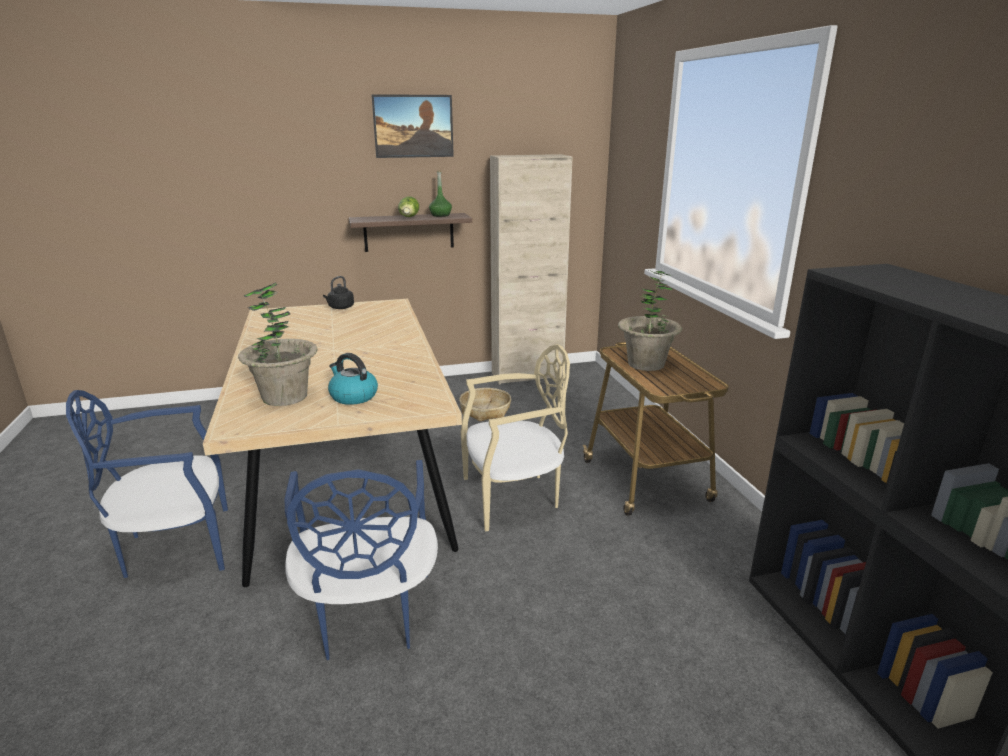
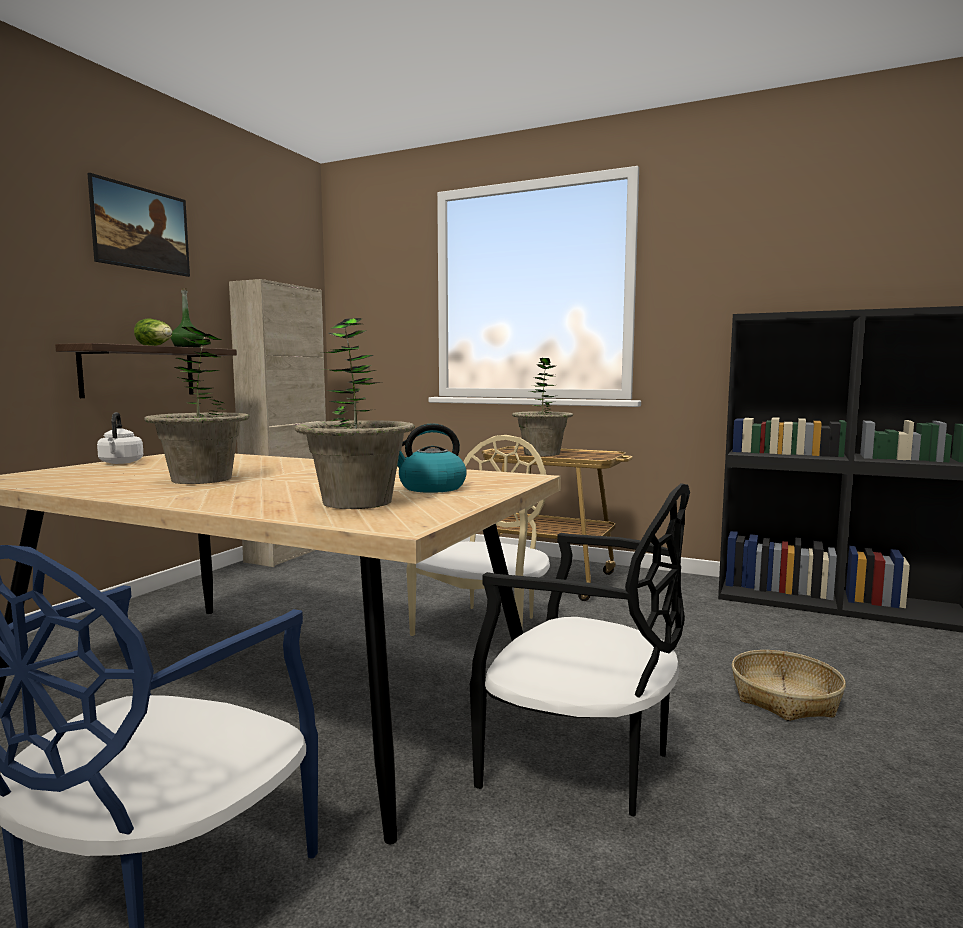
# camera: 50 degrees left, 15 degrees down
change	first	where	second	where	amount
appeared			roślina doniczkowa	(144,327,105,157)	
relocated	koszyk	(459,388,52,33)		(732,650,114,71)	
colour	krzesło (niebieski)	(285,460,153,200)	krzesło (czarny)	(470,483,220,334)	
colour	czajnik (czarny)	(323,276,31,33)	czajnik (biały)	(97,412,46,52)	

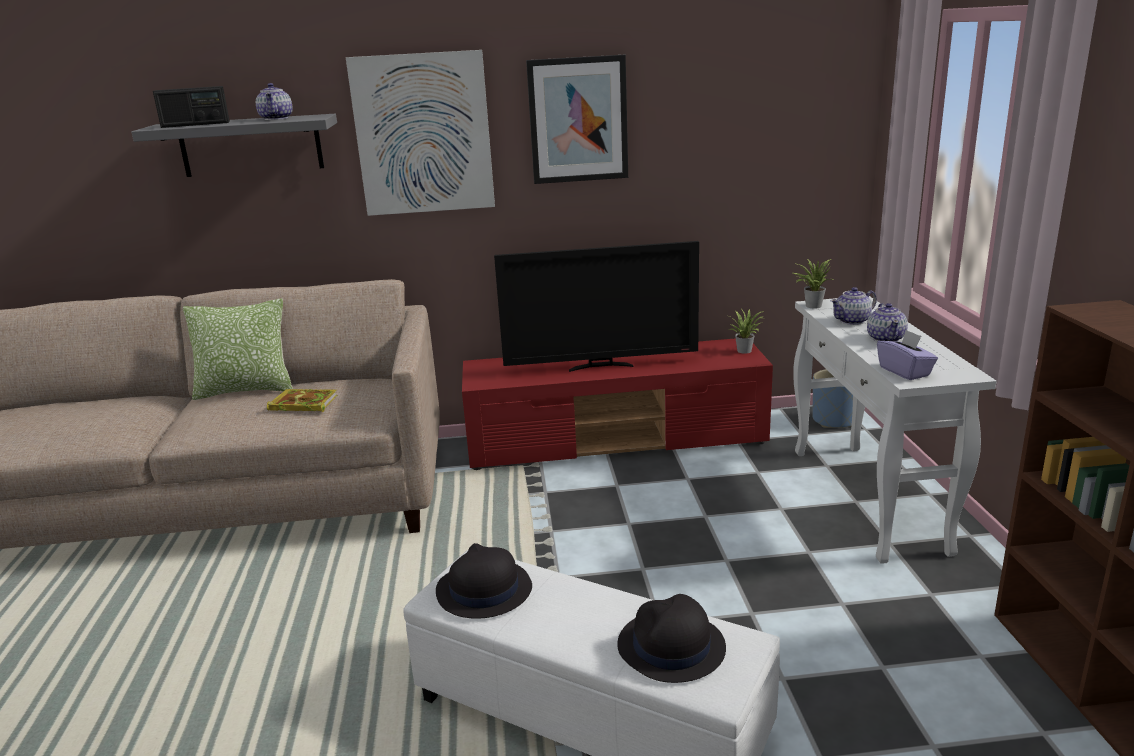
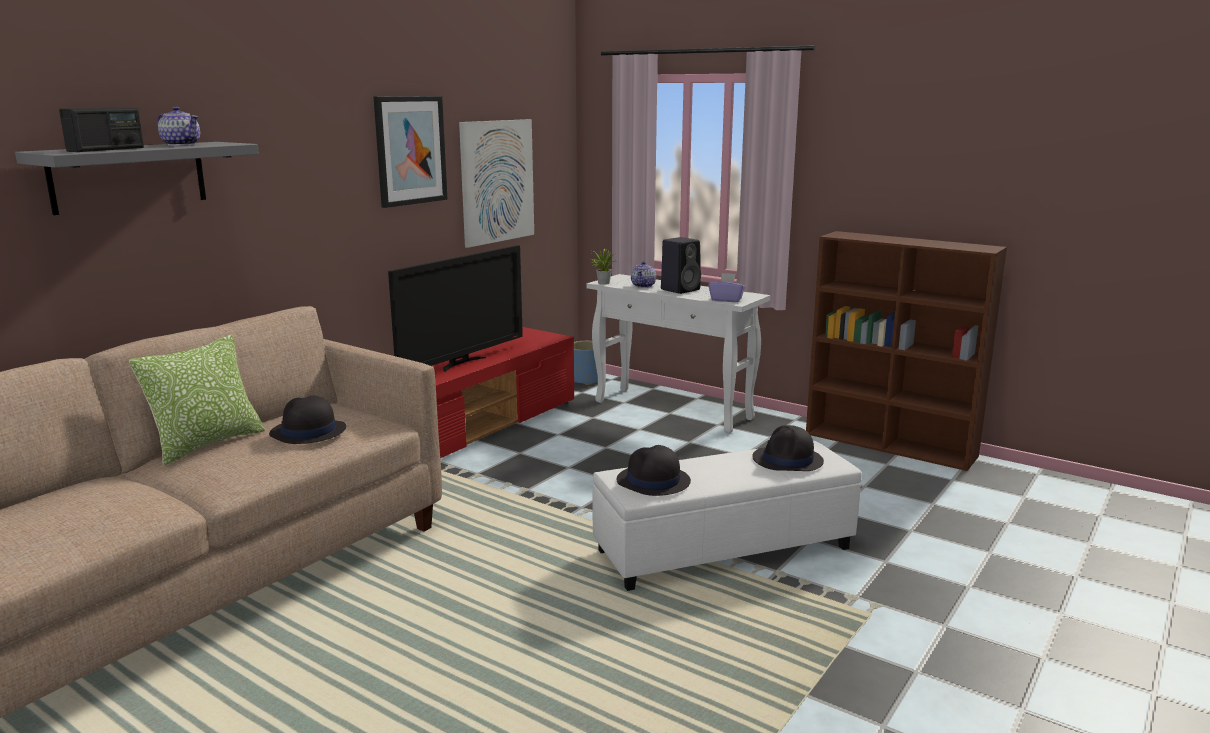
# camera: 50 degrees left, 5 degrees down
change	first	where	second	where	amount
missing	roślina doniczkowa	(726,309,38,45)			
relocated	obraz	(346,50,149,166)		(459,119,75,129)	
exchanged	książka	(267,389,71,23)	kapelusz (czarny)	(269,396,77,48)	
exchanged	imbryk	(867,303,41,39)	głośnik (czarny)	(661,237,40,57)	

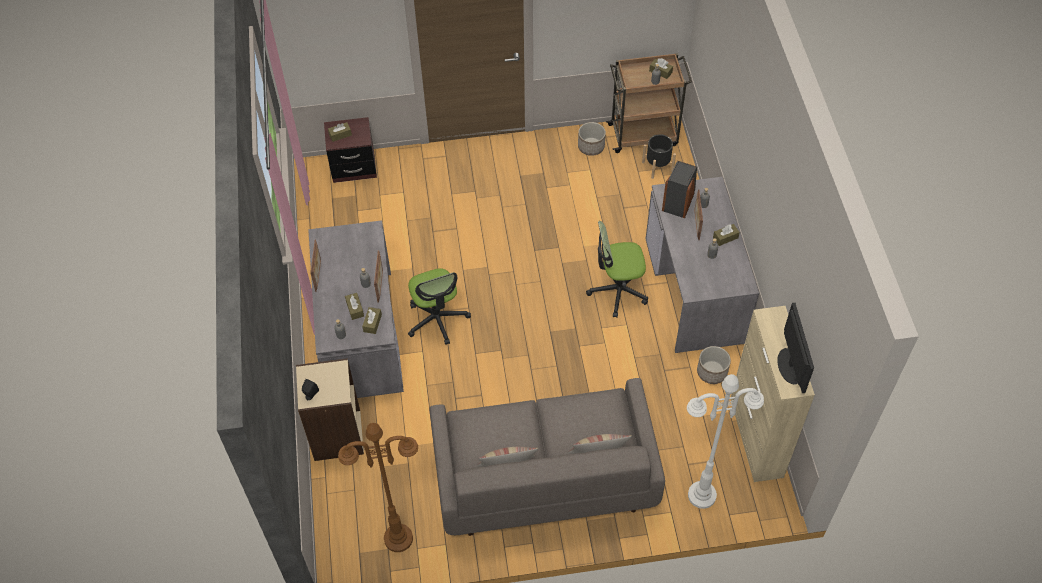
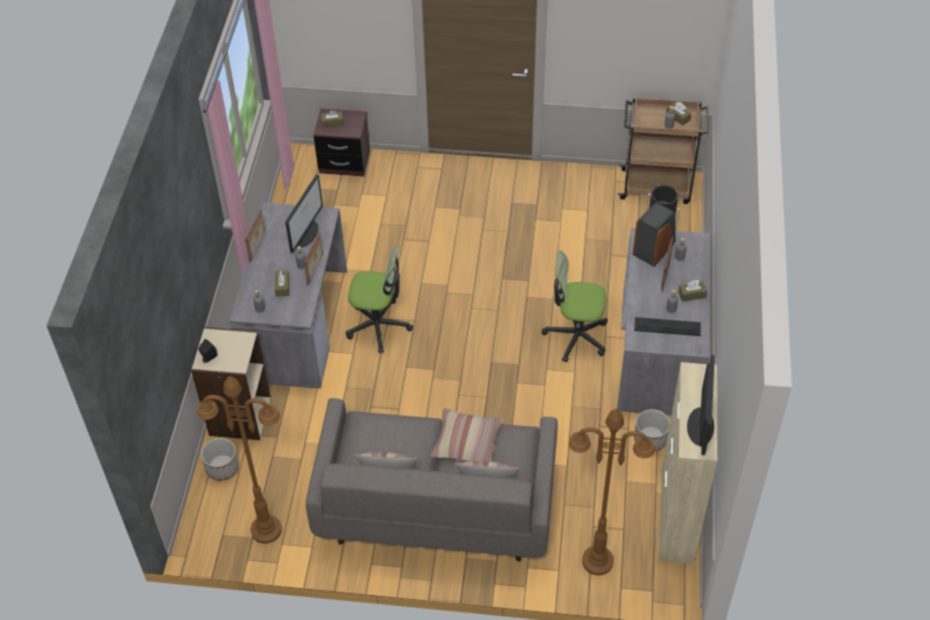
# camera: 15 degrees right, 5 degrees down
change	first	where	second	where	amount
missing	pudełko chusteczek (brązowy)	(362,307,20,27)			
appeared			monitor	(285,175,38,78)	
appeared			poduszka	(430,408,74,54)	
appeared			klawiatura	(634,317,67,19)	
relocated	donica	(578,122,28,34)		(201,438,38,43)	
colour	lampa stojąca (biały)	(687,374,77,135)	lampa stojąca (brązowy)	(569,409,86,166)	
spun	krzesło biurowe	(408,268,63,77)		(346,244,67,109)	75 degrees counterclockwise

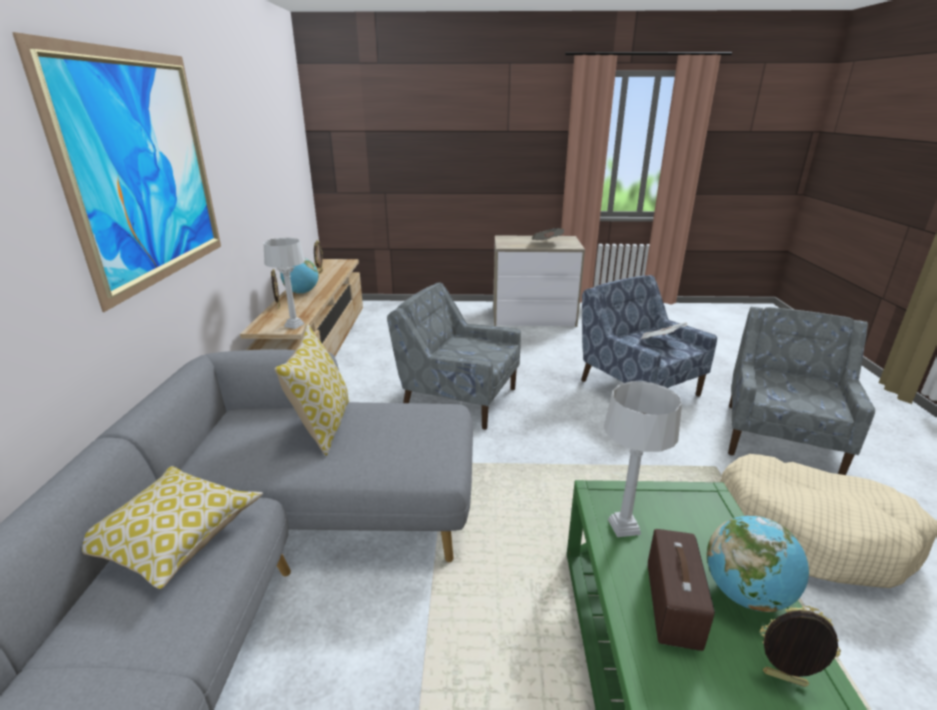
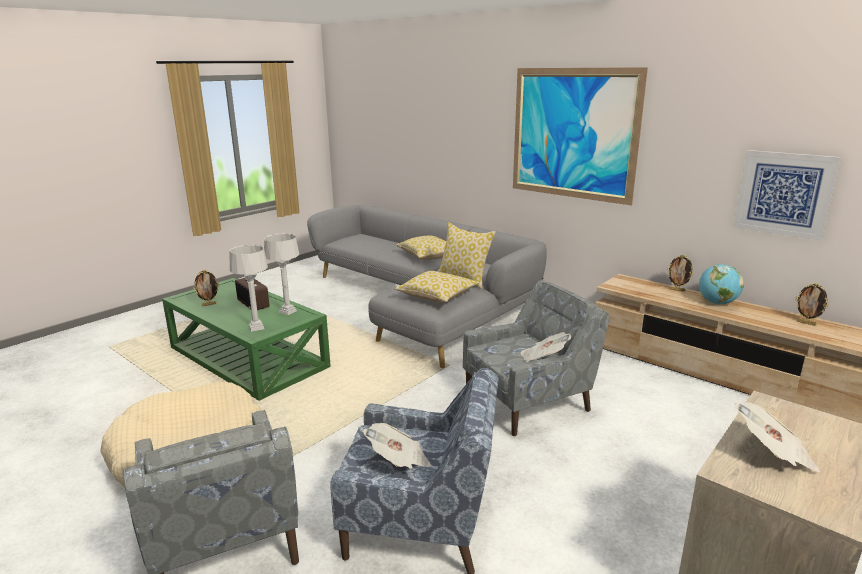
# camera: 130 degrees right, 5 degrees down
change	first	where	second	where	amount
missing	globus	(707,516,102,96)			
appeared			poduszka	(394,271,85,32)	
appeared			gazeta	(521,332,50,30)	
appeared			obraz	(733,150,108,91)	
relocated	lampa stołowa (szary)	(264,238,41,91)		(229,245,39,87)	

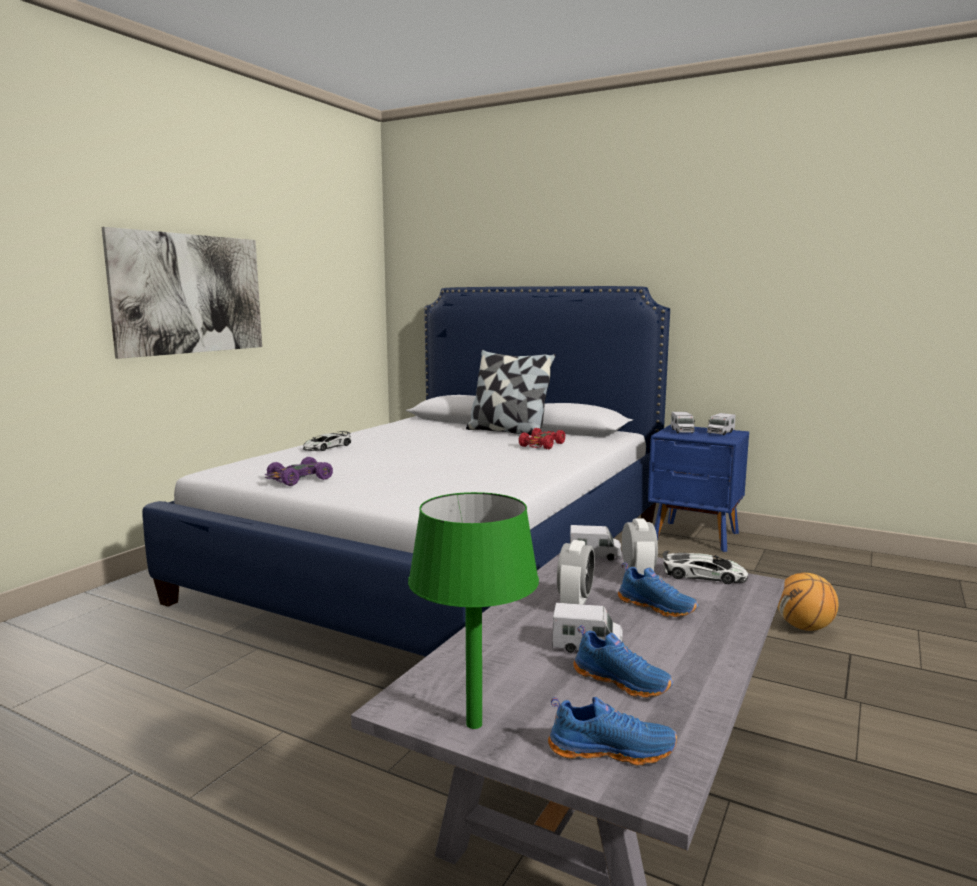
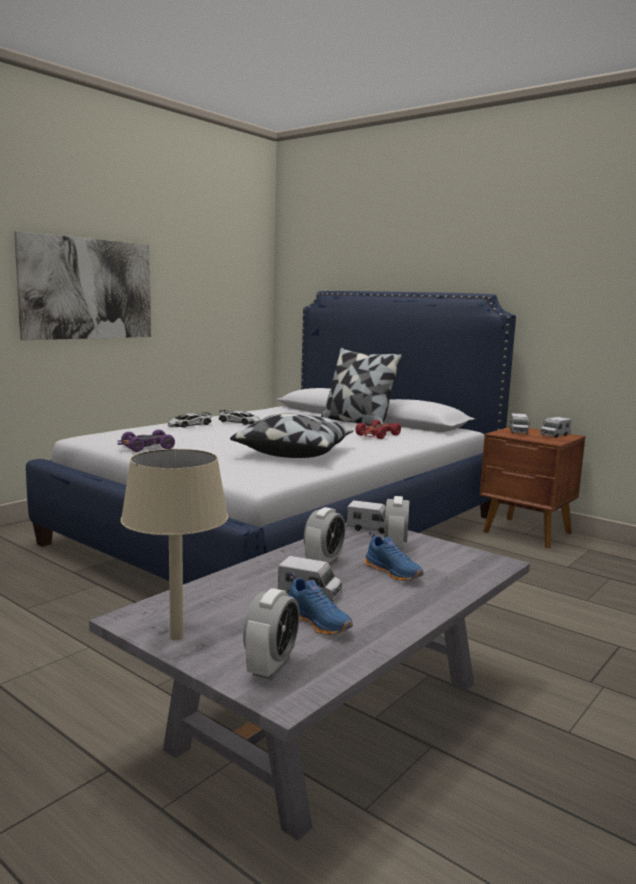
# camera: 10 degrees right, 0 degrees up
change	first	where	second	where	amount
missing	piłka do koszykówki	(778,573,61,58)			
appeared			poduszka	(230,414,123,44)	
relocated	samochodzik	(663,551,85,33)		(219,410,41,15)	
exchanged	but (niebieski)	(548,697,129,68)	budzik	(243,589,57,91)	
colour	lampa stołowa (zielony)	(408,492,131,237)	lampa stołowa (beżowy)	(121,449,107,191)	
colour	szafka nocna (niebieski)	(648,425,101,127)	szafka nocna (brązowy)	(480,427,105,121)	

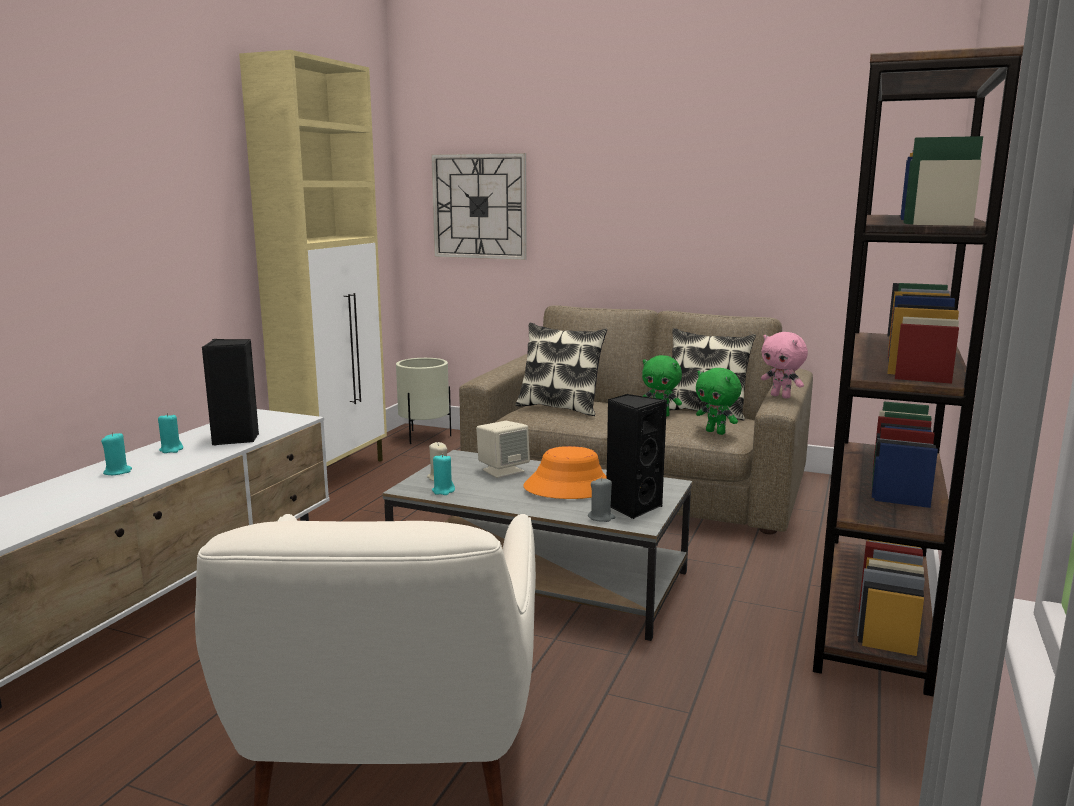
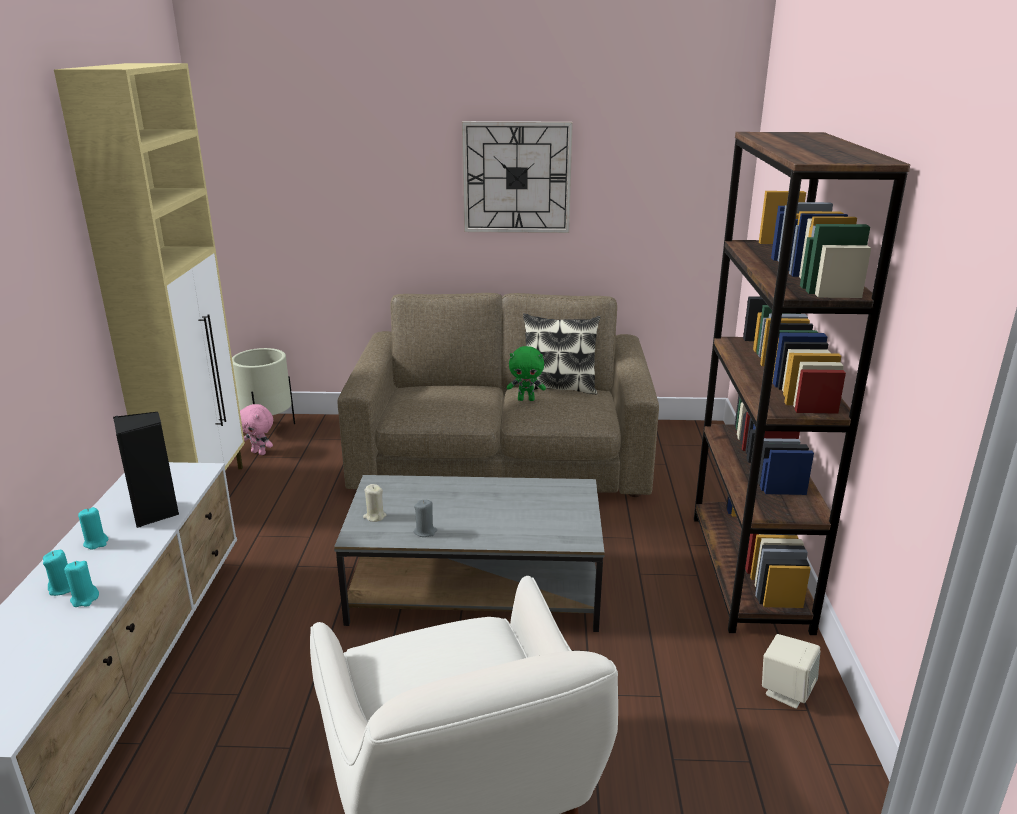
# camera: 20 degrees left, 10 degrees up
change	first	where	second	where	amount
missing	poduszka	(516,323,91,93)			
missing	kapelusz (pomarańczowy)	(523,446,84,53)			
missing	głośnik (czarny)	(606,394,61,125)			
missing	pluszak (zielony)	(696,368,46,67)			
relocated	zegar ścienny	(431,153,96,107)		(462,121,111,112)	
relocated	świeca (turkusowy)	(432,454,23,41)		(64,561,35,46)	
relocated	głośnik (beżowy)	(476,421,54,57)		(762,634,58,75)	
relocated	świeca (szary)	(588,478,27,44)		(414,500,23,37)	
relocated	pluszak (różowy)	(761,332,47,67)		(240,404,33,51)	

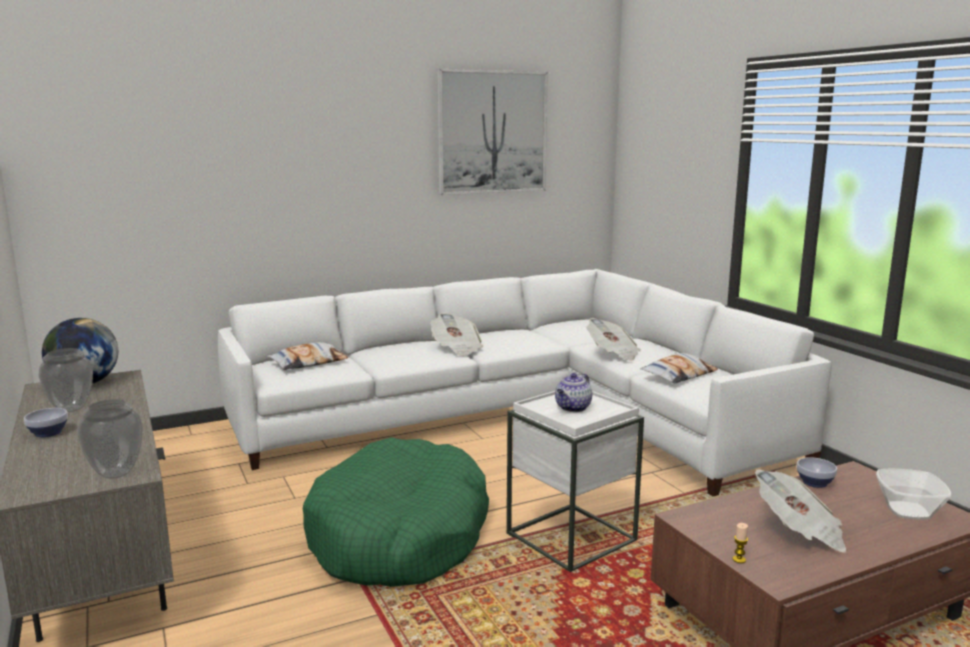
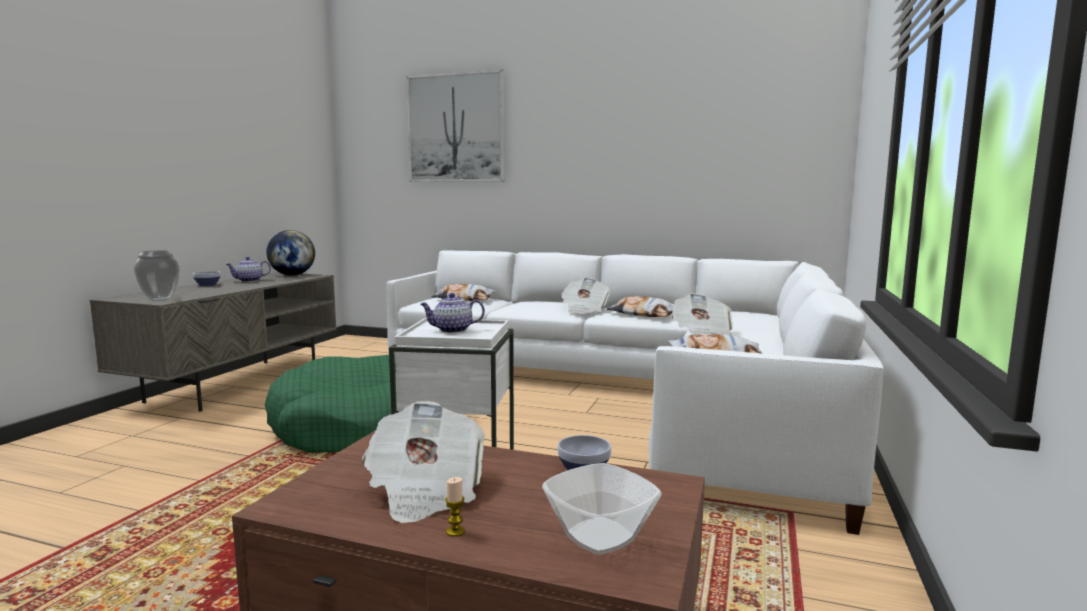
# camera: 45 degrees right, 5 degrees down
change	first	where	second	where	amount
appeared			poduszka	(606,296,69,21)	
relocated	obraz	(437,69,111,126)		(406,69,99,113)	
relocated	świeca	(732,523,16,40)		(445,477,20,60)	
exchanged	wazon	(38,348,55,64)	imbryk	(226,257,45,25)	

